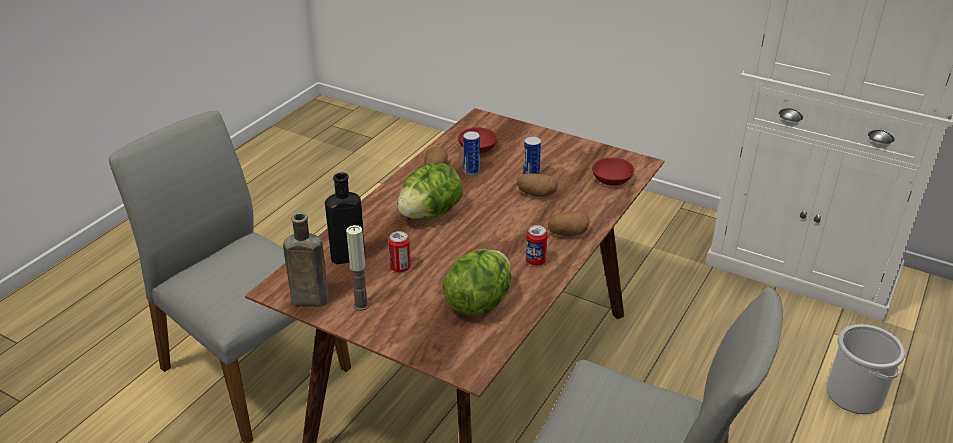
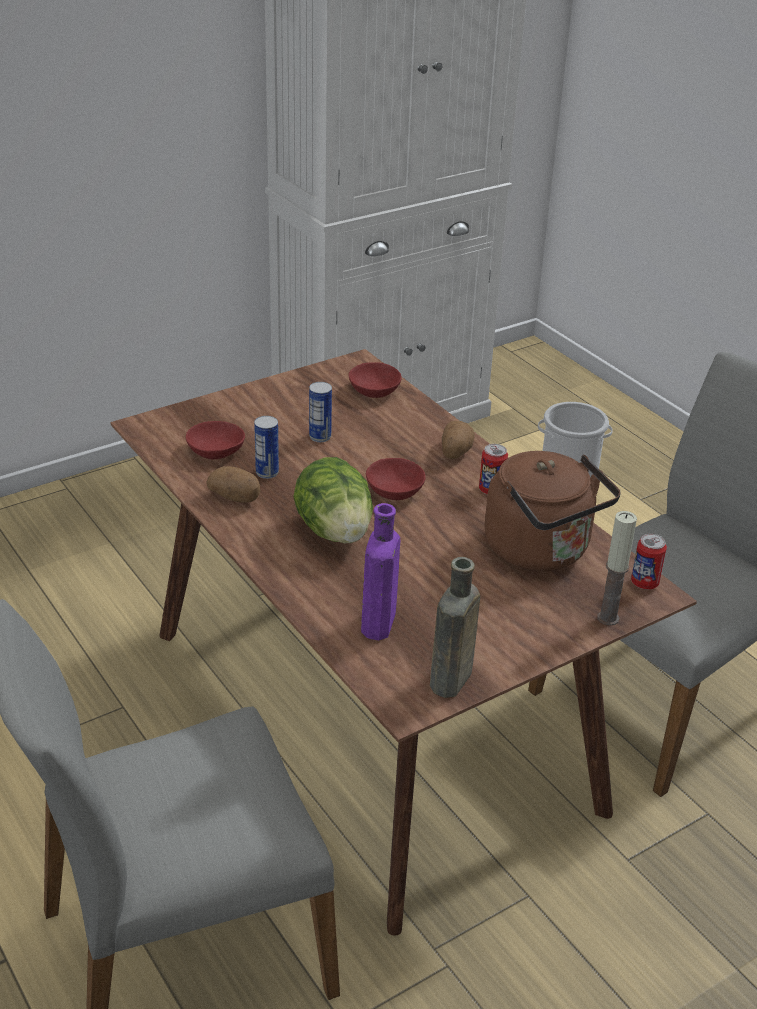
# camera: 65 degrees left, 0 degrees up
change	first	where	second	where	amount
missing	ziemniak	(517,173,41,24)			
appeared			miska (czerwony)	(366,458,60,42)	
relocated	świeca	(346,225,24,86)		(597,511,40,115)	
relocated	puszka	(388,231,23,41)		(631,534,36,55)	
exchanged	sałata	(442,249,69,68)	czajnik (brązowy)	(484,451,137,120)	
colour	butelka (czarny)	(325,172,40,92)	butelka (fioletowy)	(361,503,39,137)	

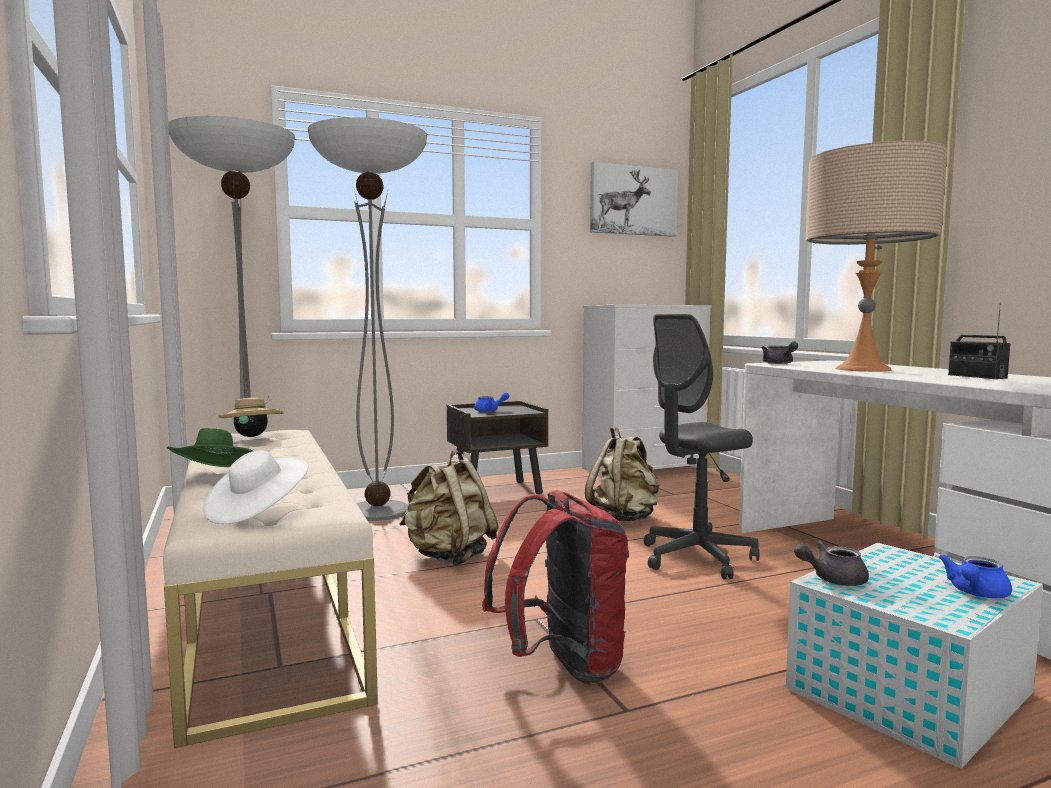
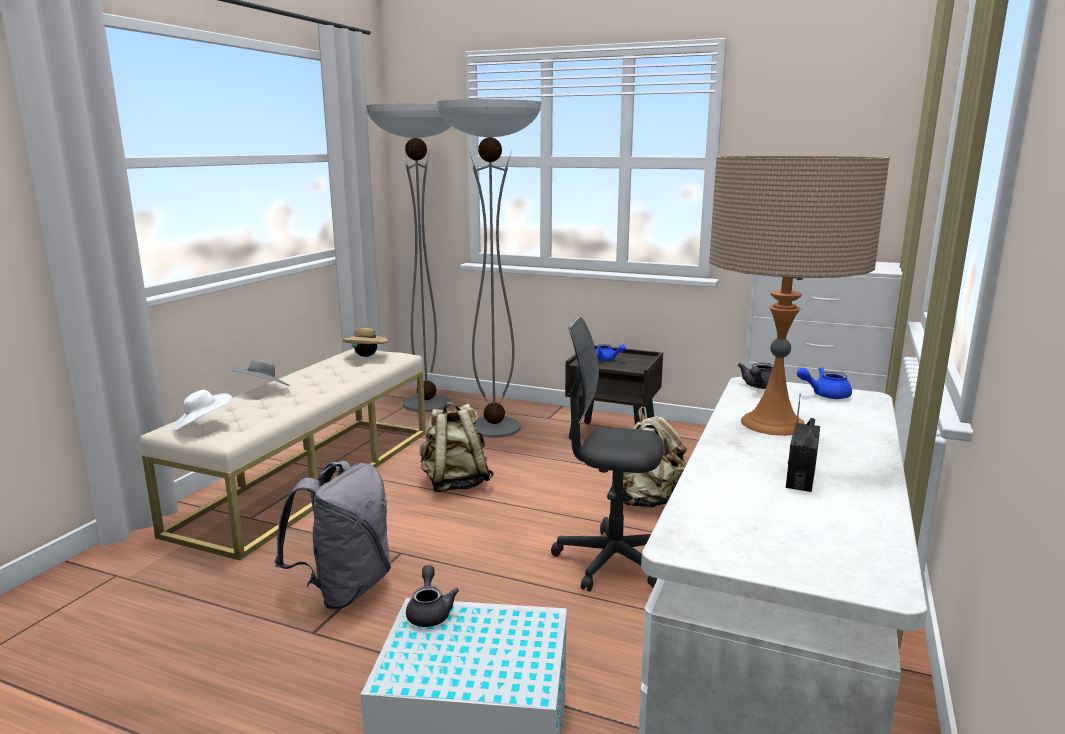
# camera: 45 degrees right, 10 degrees up
change	first	where	second	where	amount
missing	obraz	(590,162,88,75)			
relocated	imbryk (niebieski)	(939,554,73,44)		(797,367,55,32)	
colour	kapelusz (zielony)	(167,428,86,39)	kapelusz (szary)	(232,359,58,27)	
colour	plecak (czerwony)	(482,490,147,195)	plecak (szary)	(274,461,117,149)	
spun	imbryk (szary)	(794,540,75,46)		(406,565,53,62)	45 degrees clockwise

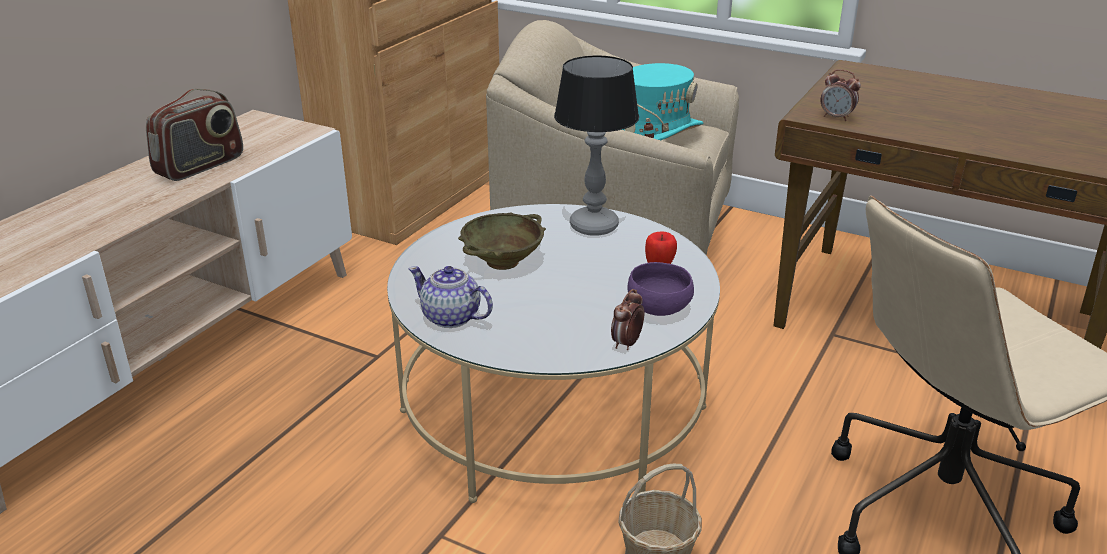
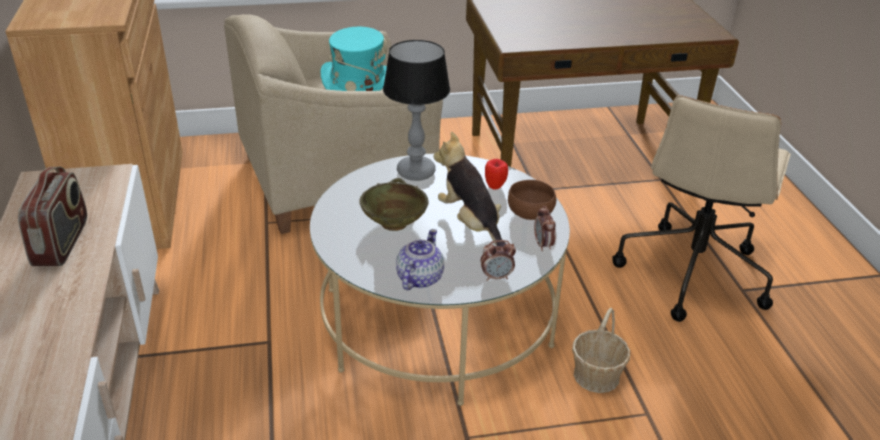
# camera: 40 degrees left, 5 degrees up
change	first	where	second	where	amount
appeared			pluszak	(433,132,73,114)	
relocated	budzik	(820,69,41,52)		(481,240,35,41)	
colour	miska (fioletowy)	(627,262,67,54)	miska (brązowy)	(508,180,48,40)	
spun	imbryk	(408,266,85,62)		(396,229,48,62)	120 degrees clockwise

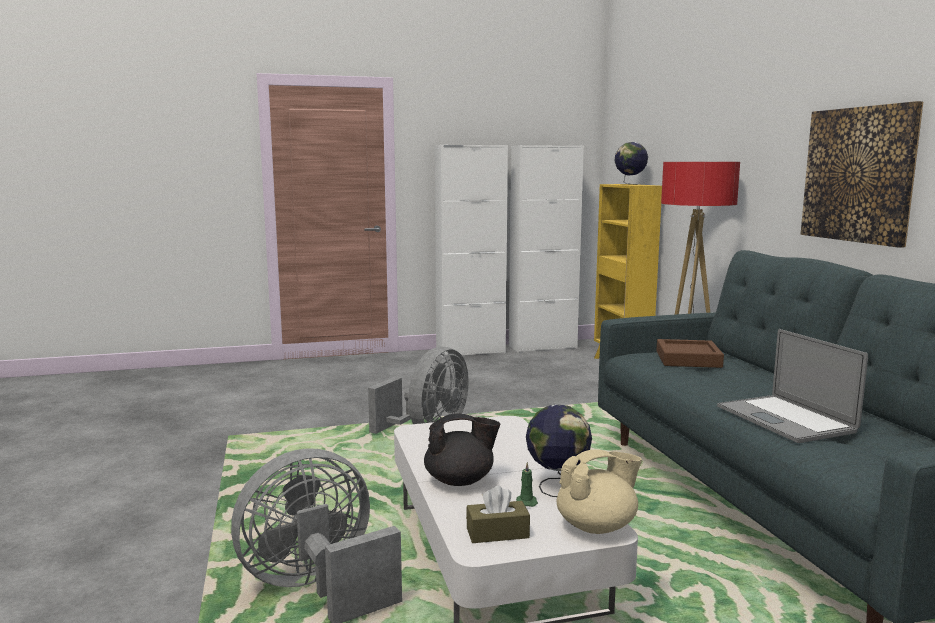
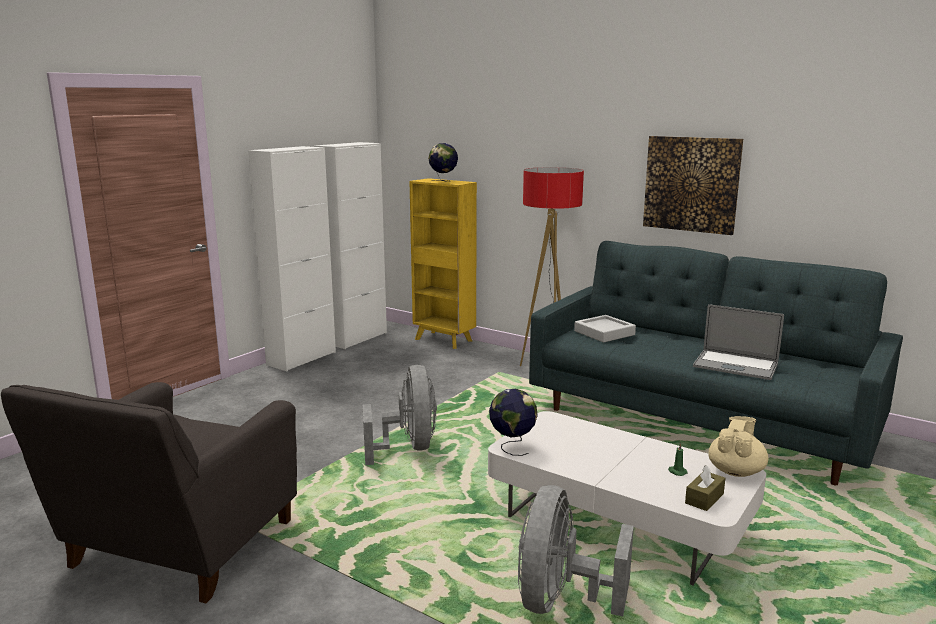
# camera: 40 degrees left, 5 degrees up
change	first	where	second	where	amount
missing	imbryk (czarny)	(424,413,77,73)			
appeared			fotel (szary)	(1,382,296,221)	
relocated	globus	(526,405,66,92)		(489,389,49,67)	
colour	taca (brązowy)	(656,339,68,29)	taca (szary)	(574,315,62,27)	

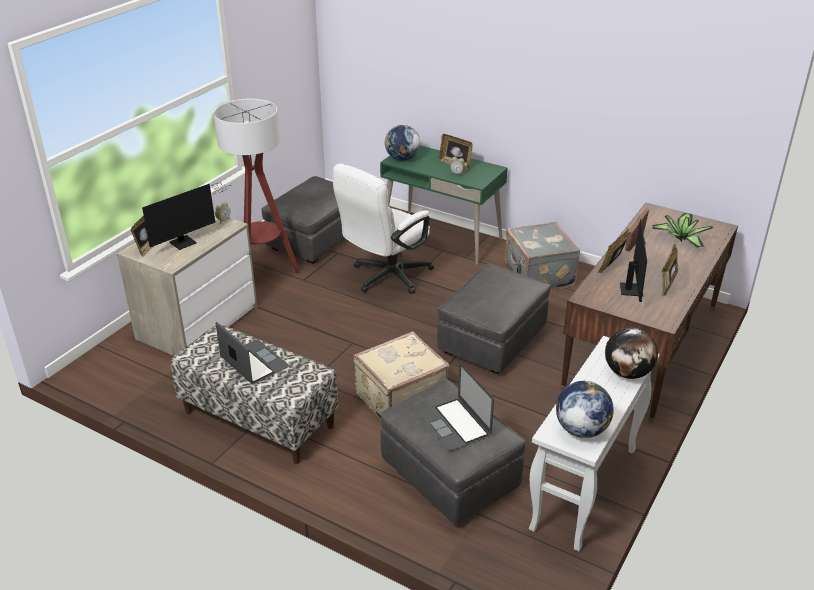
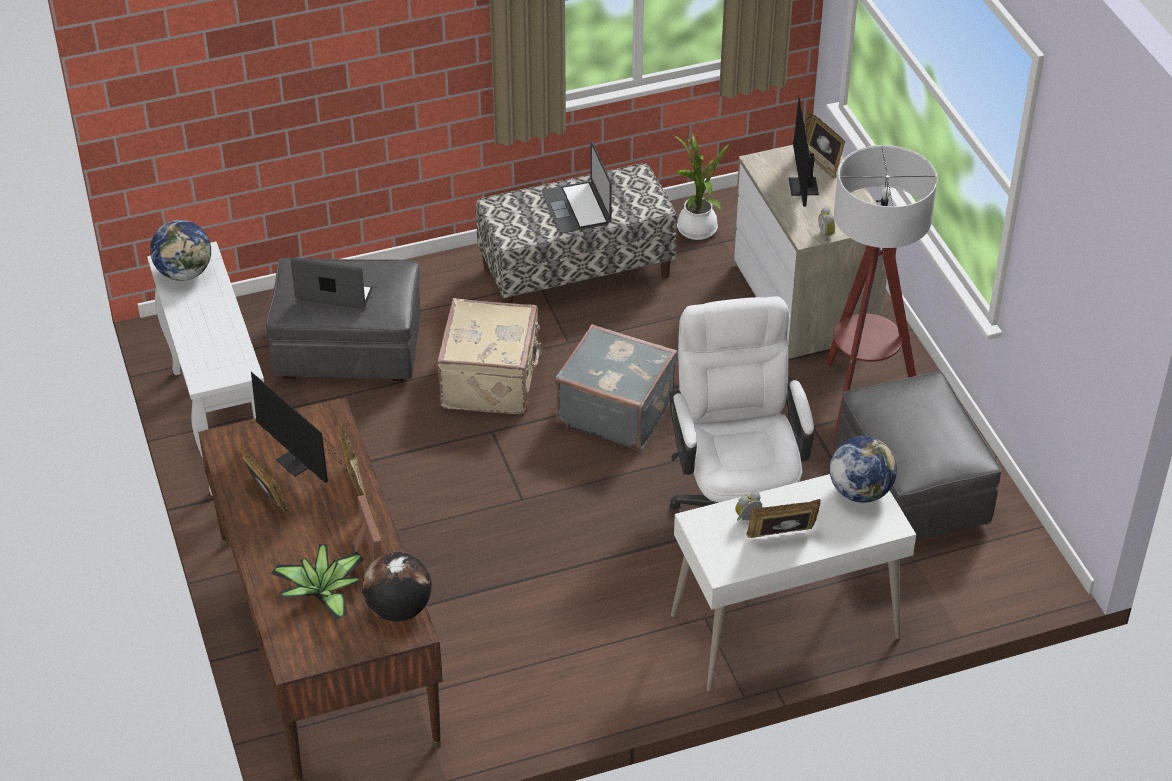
# camera: 130 degrees right, 10 degrees up
change	first	where	second	where	amount
missing	pufa (szary)	(437,264,114,110)			
appeared			roślina doniczkowa	(674,134,56,106)	
relocated	walizka (szary)	(505,222,75,68)		(555,324,123,127)	
relocated	globus	(605,327,53,52)		(362,552,69,70)	
colour	biurko (zielony)	(380,146,128,119)	biurko (biały)	(671,474,245,218)	
spun	laptop	(216,322,73,62)		(542,141,70,92)	75 degrees clockwise

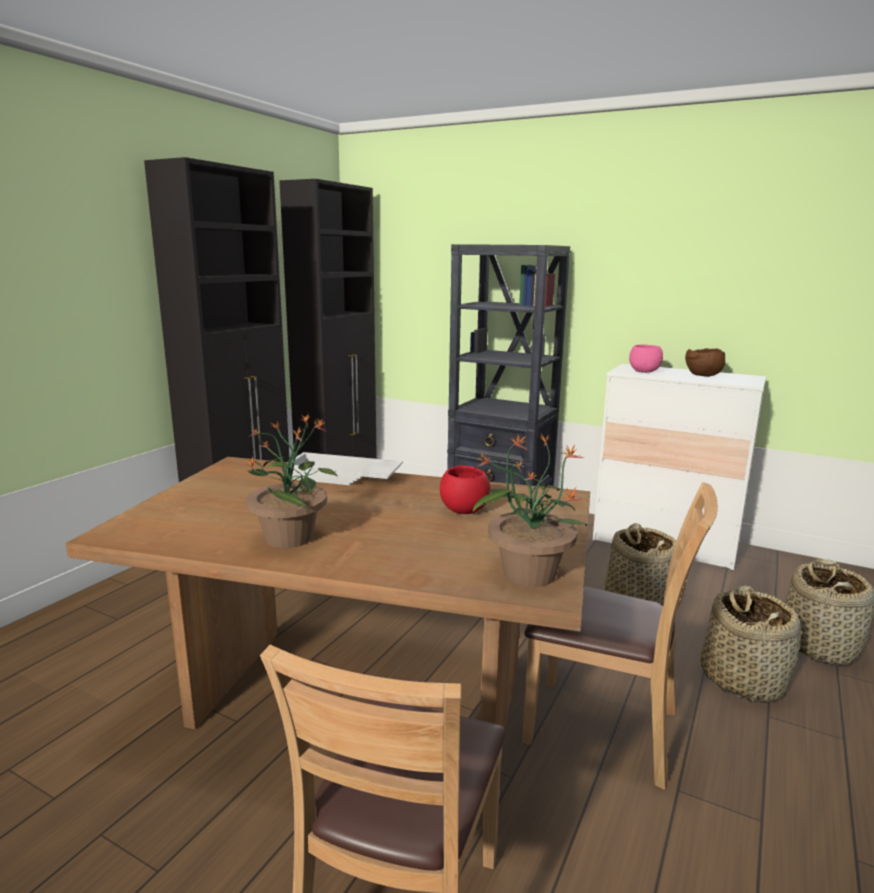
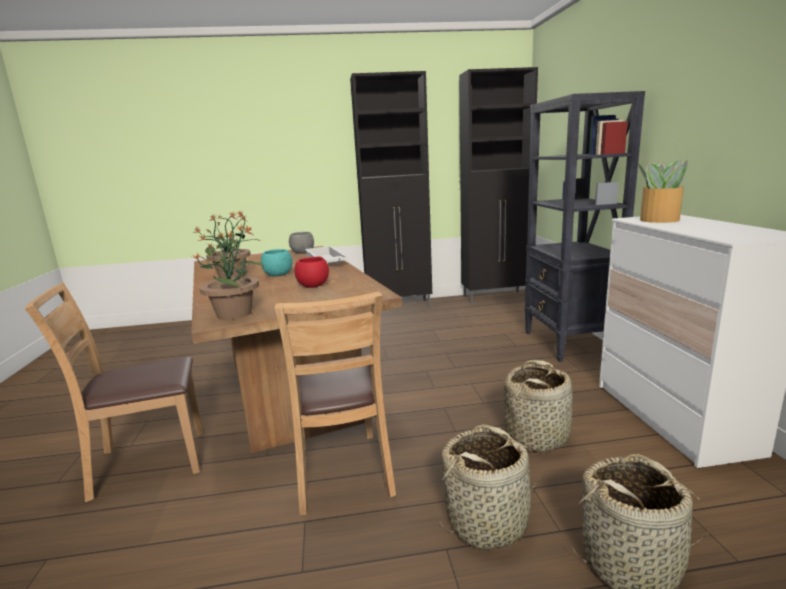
# camera: 55 degrees right, 0 degrees up
change	first	where	second	where	amount
missing	miska (brązowy)	(685,348,40,29)			
appeared			miska (turkusowy)	(261,249,31,27)	
appeared			miska (szary)	(289,232,25,22)	
exchanged	miska (różowy)	(629,344,34,29)	roślina doniczkowa	(638,159,50,64)	

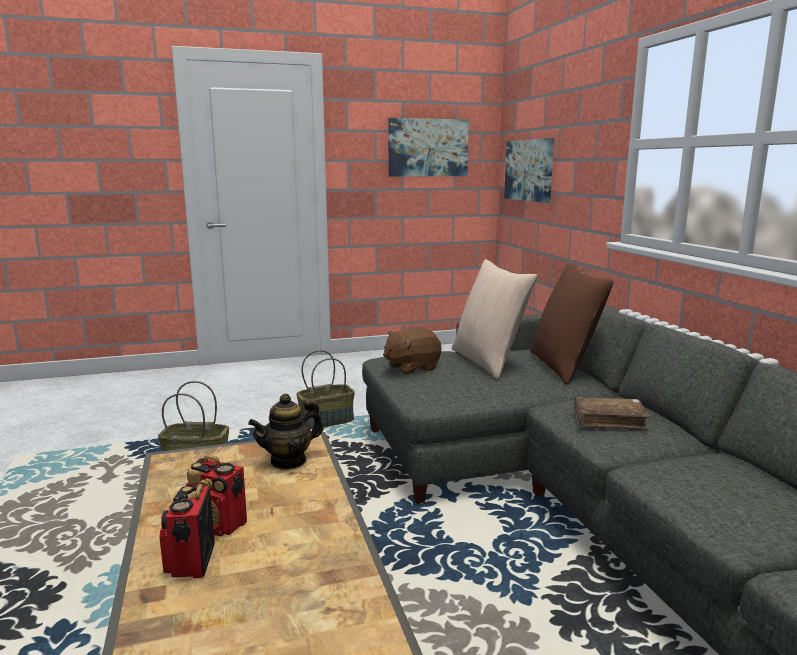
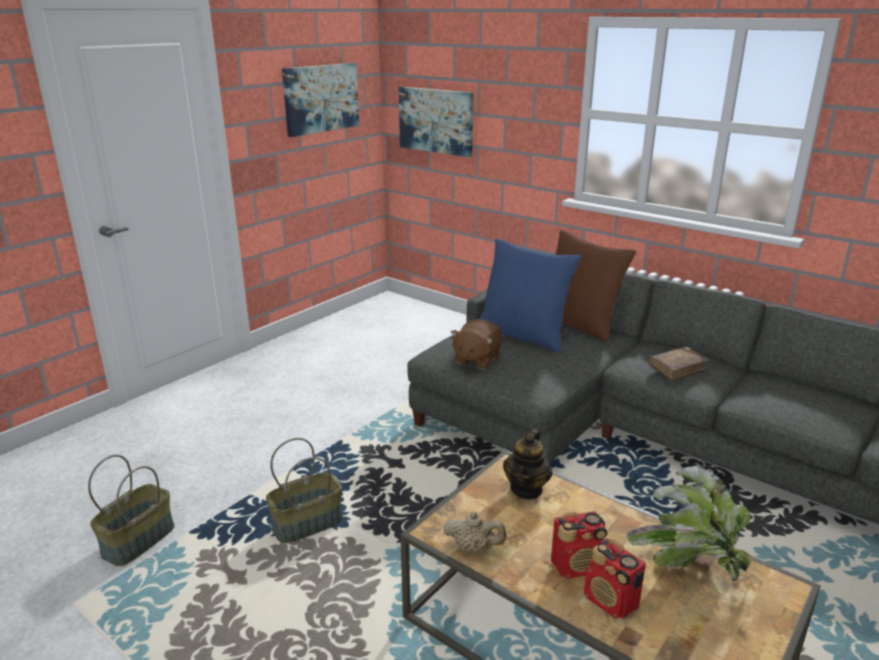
# camera: 35 degrees left, 10 degrees up
change	first	where	second	where	amount
appeared			imbryk (beżowy)	(443,512,63,42)	
appeared			roślina doniczkowa	(627,466,126,116)	
relocated	koszyk	(296,350,59,79)		(88,455,87,111)	
colour	poduszka (beżowy)	(452,259,86,120)	poduszka (niebieski)	(479,238,102,115)	

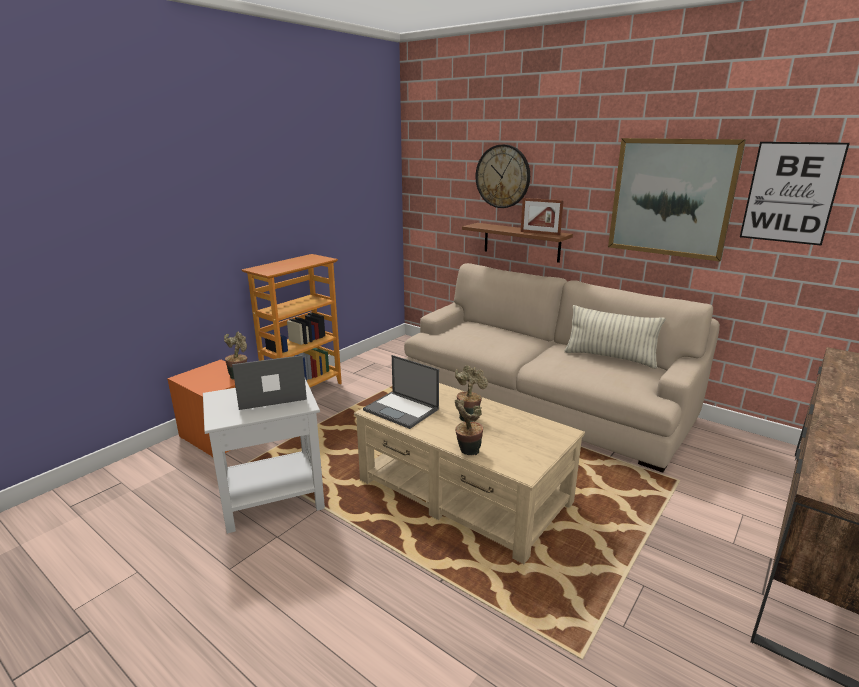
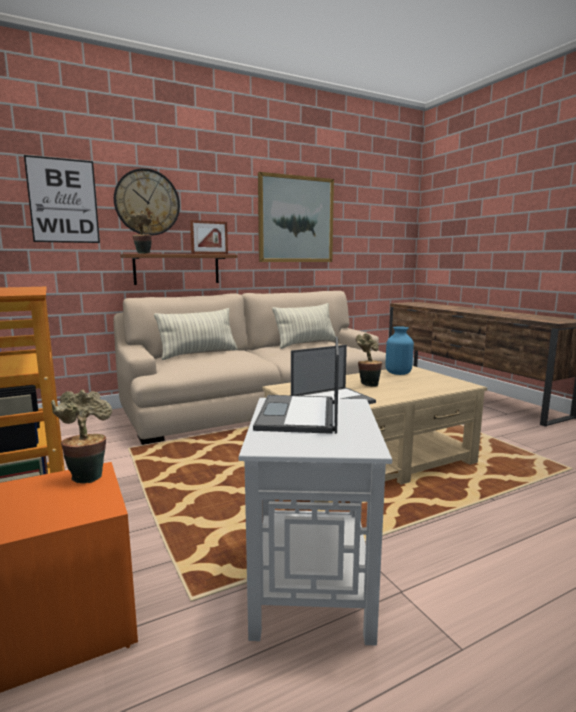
# camera: 65 degrees left, 10 degrees down
change	first	where	second	where	amount
appeared			poduszka	(154,308,84,52)	
appeared			wazon (niebieski)	(386,326,28,49)	
relocated	roślina doniczkowa	(455,399,28,56)		(127,212,25,42)	
relocated	obraz	(740,142,110,104)		(24,155,76,88)	

